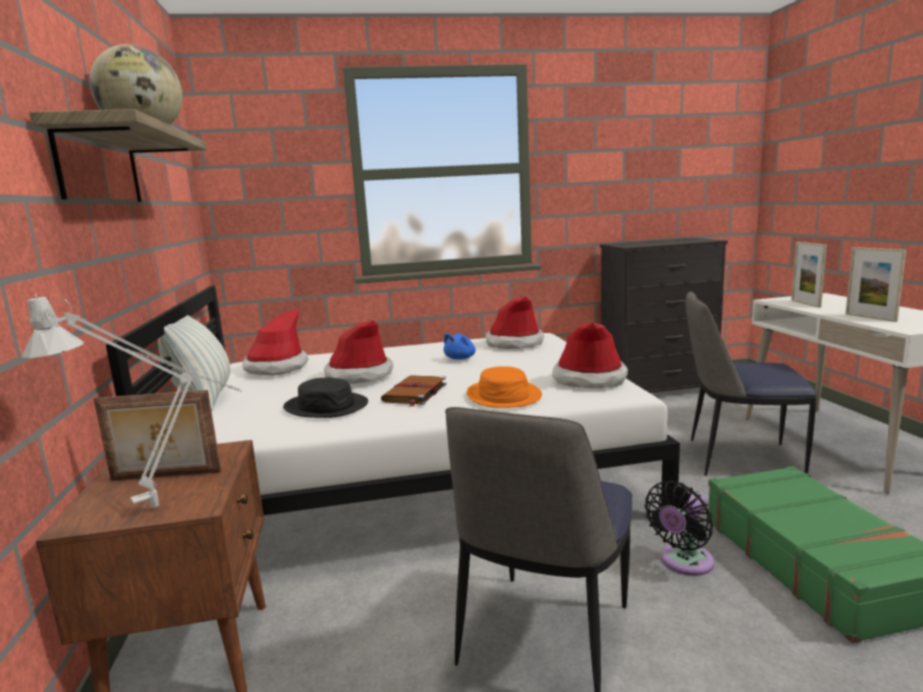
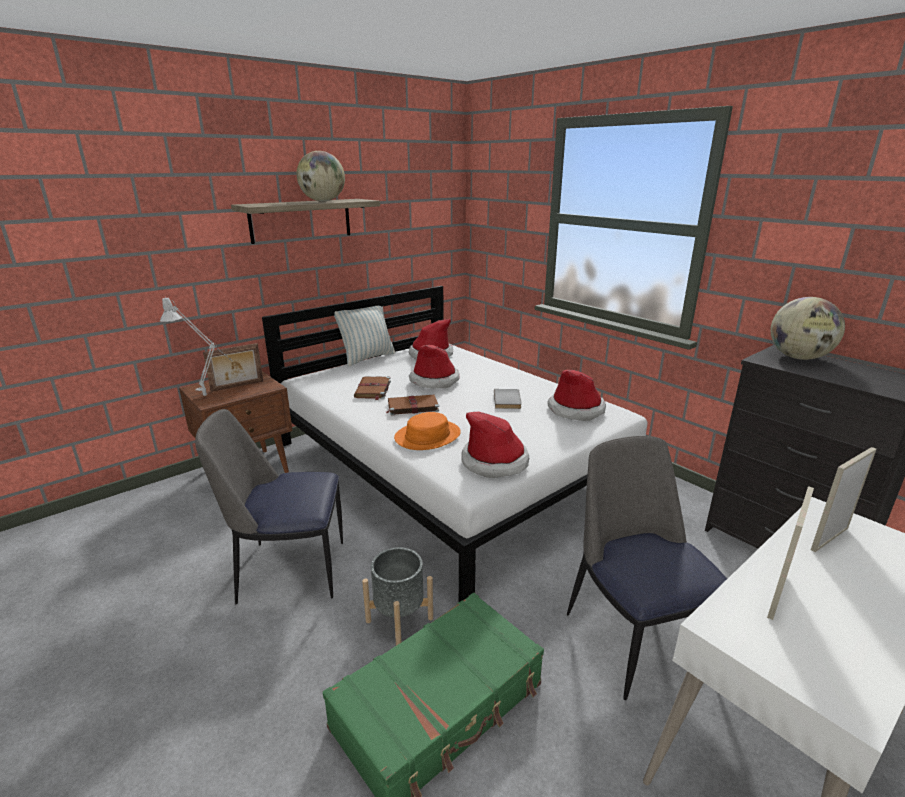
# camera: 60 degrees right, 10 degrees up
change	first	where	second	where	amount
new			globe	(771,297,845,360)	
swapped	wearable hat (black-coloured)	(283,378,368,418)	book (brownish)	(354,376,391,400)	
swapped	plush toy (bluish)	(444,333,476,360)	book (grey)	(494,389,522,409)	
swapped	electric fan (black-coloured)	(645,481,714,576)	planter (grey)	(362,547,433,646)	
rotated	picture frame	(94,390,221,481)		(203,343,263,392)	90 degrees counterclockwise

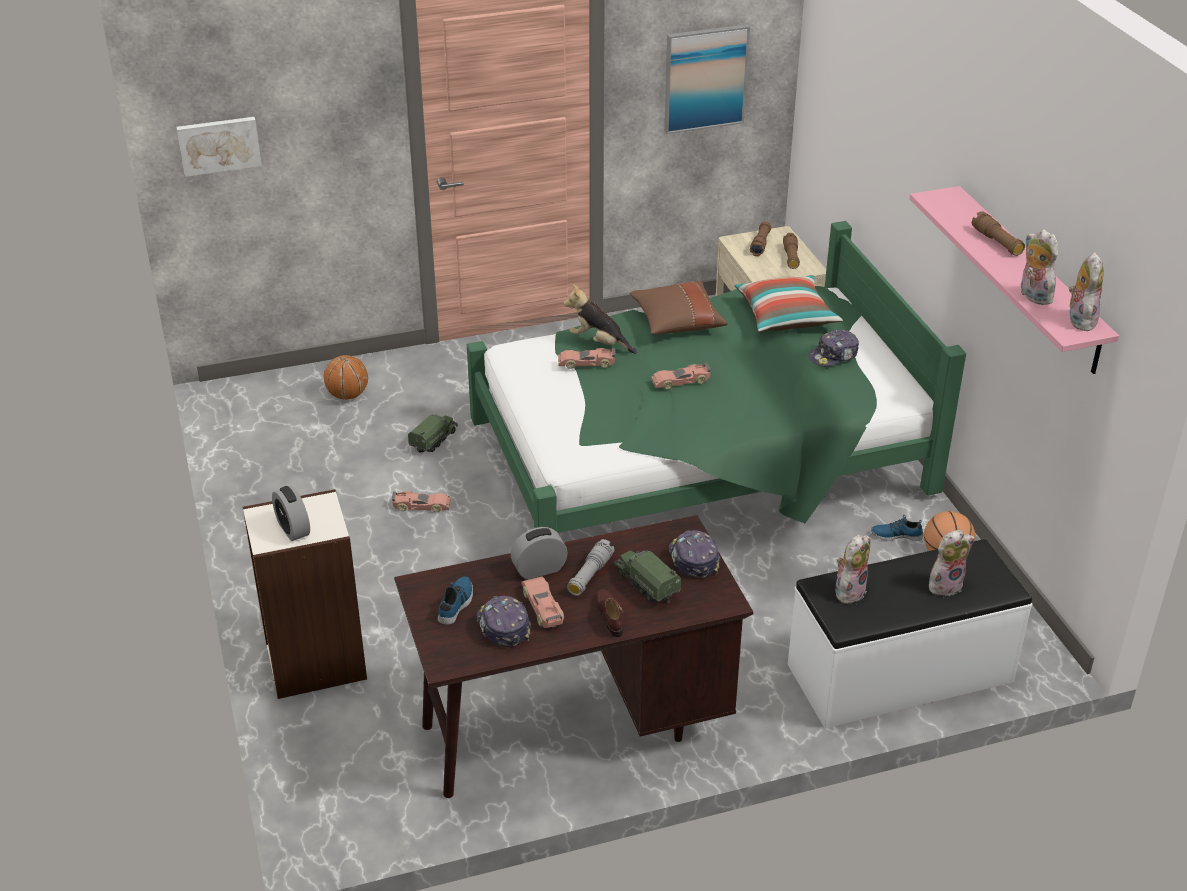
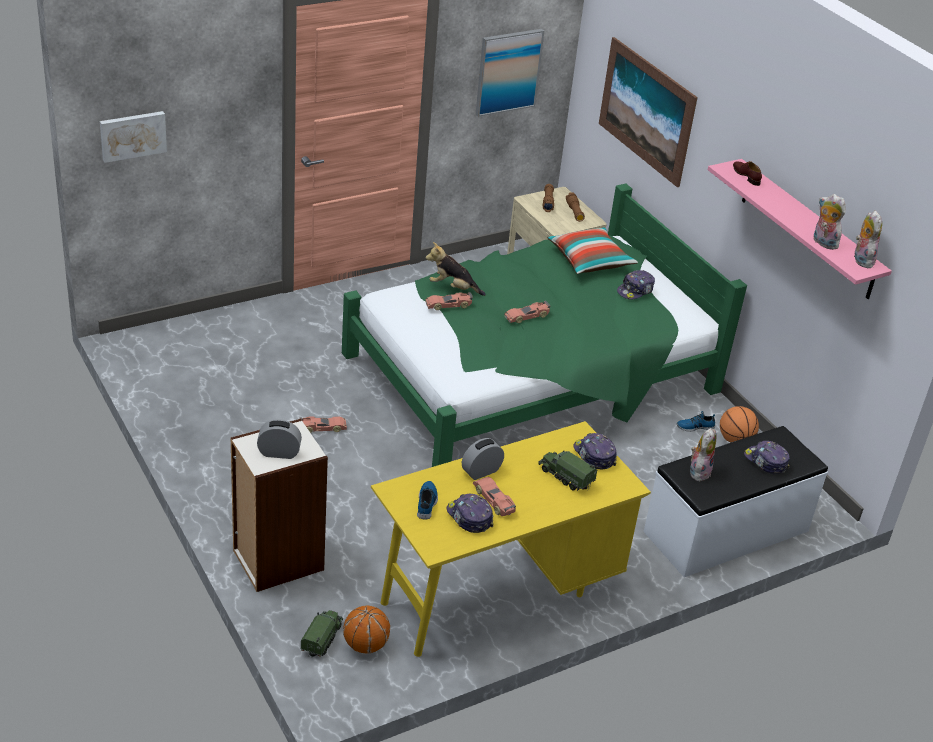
# camera: 15 degrees left, 0 degrees up
change	first	where	second	where	amount
gone	hand torch (grey)	(567,539,615,596)			
gone	pillow (brownish)	(630,281,728,334)			
gone	hand torch (brownish)	(972,211,1025,256)			
new			wall art	(599,37,698,187)	
shifted	basketball ball	(324,355,368,400)		(343,605,390,654)	
shifted	toy truck	(408,414,458,453)		(300,610,343,658)	
shifted	low shoe (brownish)	(597,590,624,637)		(733,161,762,186)	
swapped	plush toy	(929,530,975,596)	baseball cap	(744,441,790,474)	
repainted	desk unit (brownish)	(394,515,753,798)	desk unit (yellow)	(371,421,651,657)	
rotated	table clock	(272,486,310,541)		(257,419,302,459)	135 degrees clockwise

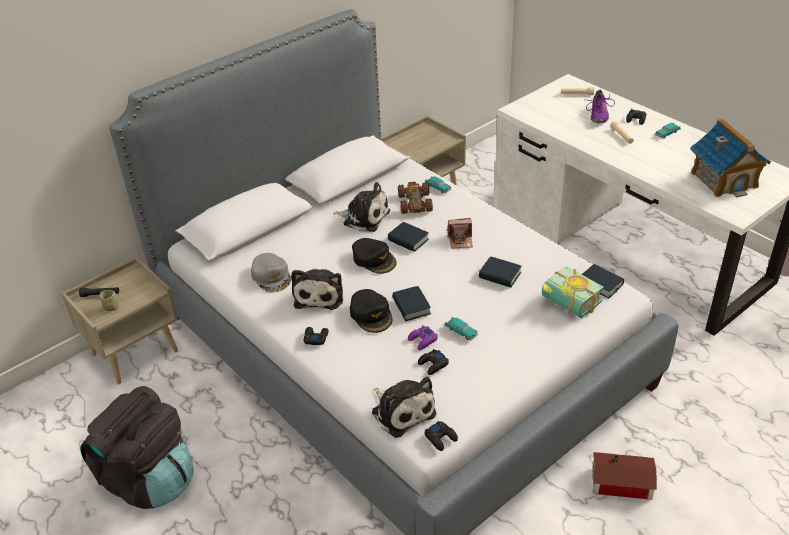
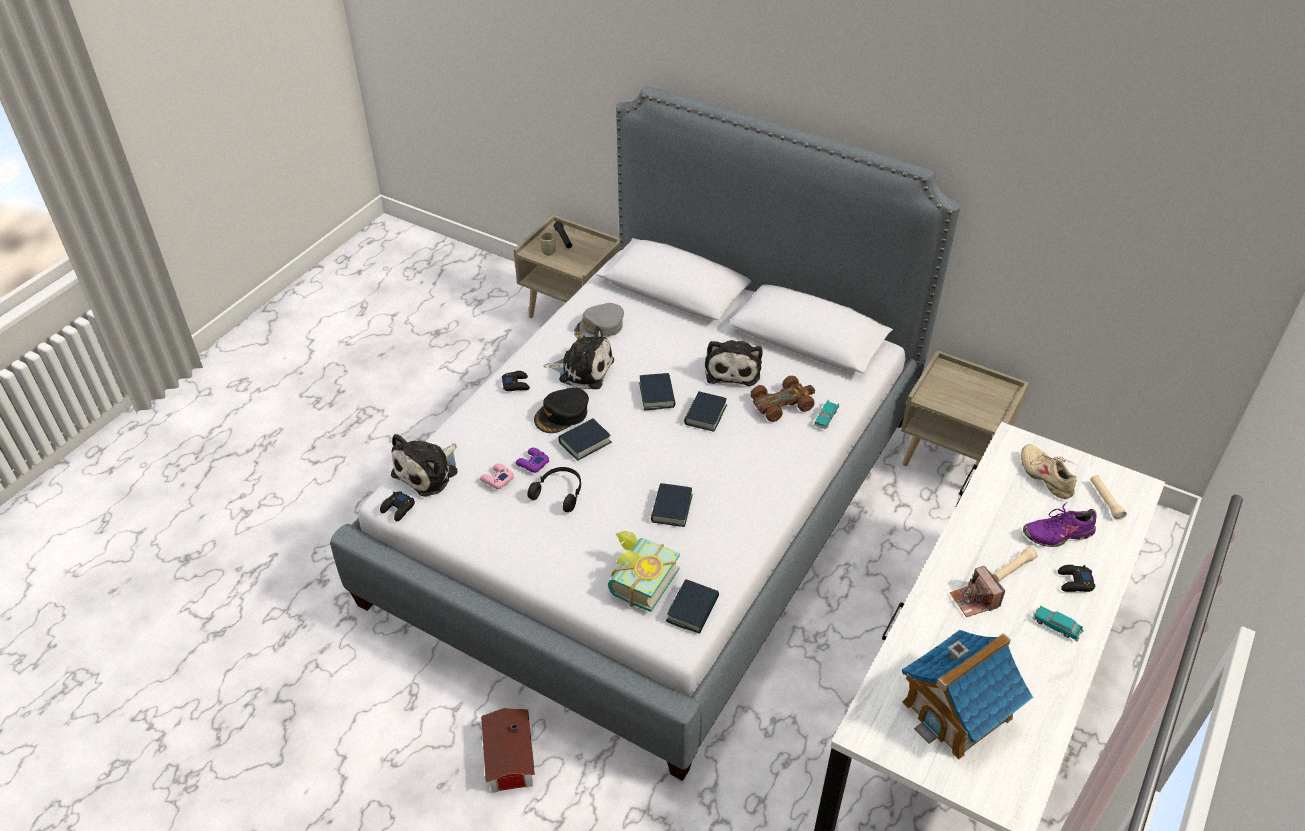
# camera: 70 degrees right, 5 degrees up
change	first	where	second	where	amount
gone	backpack (black-coloured)	(80,386,194,509)			
new			low shoe (sand-coloured)	(1021,444,1078,499)	
shifted	still camera	(447,218,473,249)		(950,566,1005,617)	
swapped	baseball cap (black-coloured)	(352,238,397,274)	book	(639,373,675,410)	
swapped	model car	(444,317,478,340)	pair of headphones (black-coloured)	(527,467,581,512)	
repainted	gamepad (black-coloured)	(418,349,449,375)	gamepad (pink-coloured)	(480,463,514,489)	
rotated	plush toy	(291,269,343,310)		(543,326,614,389)	150 degrees counterclockwise

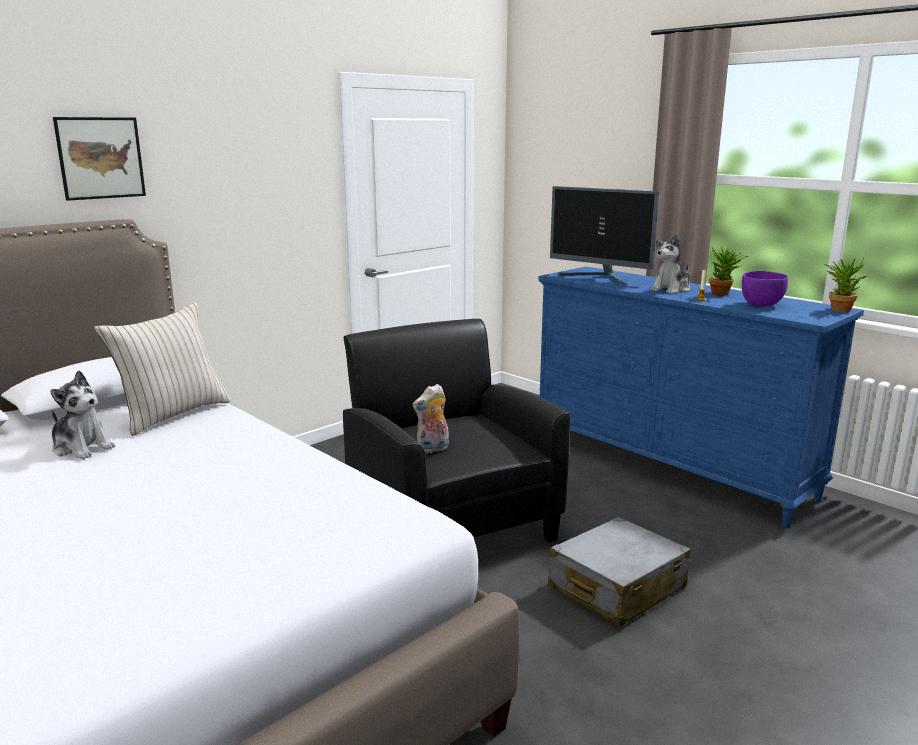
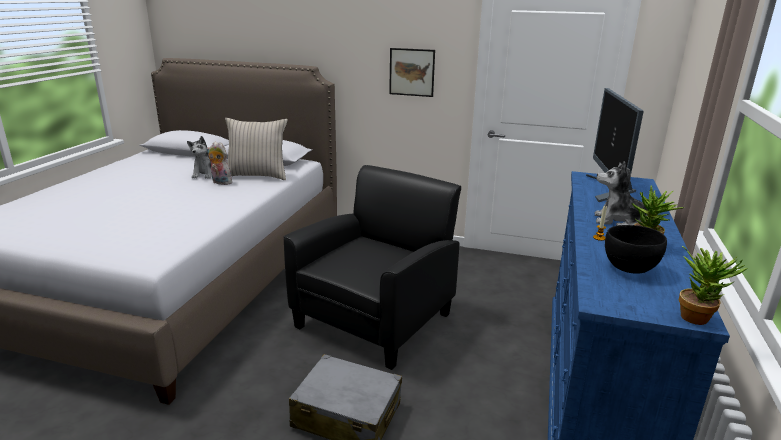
# camera: 60 degrees right, 5 degrees up
change	first	where	second	where	amount
shifted	wall art	(53,117,146,201)		(389,48,435,97)	
shifted	plush toy	(412,384,449,454)		(207,142,232,185)	
repainted	bowl (purple-coloured)	(742,271,788,306)	bowl (black-coloured)	(605,225,667,274)	

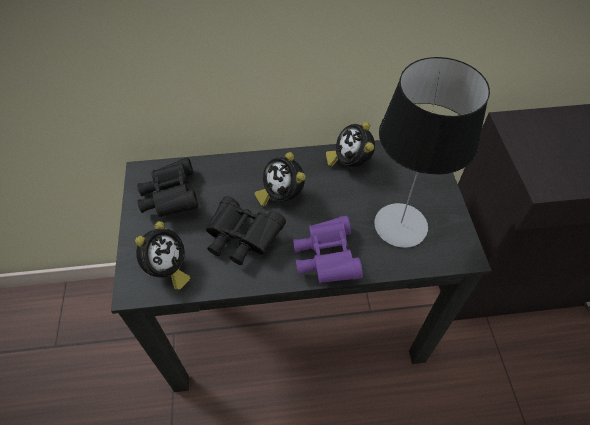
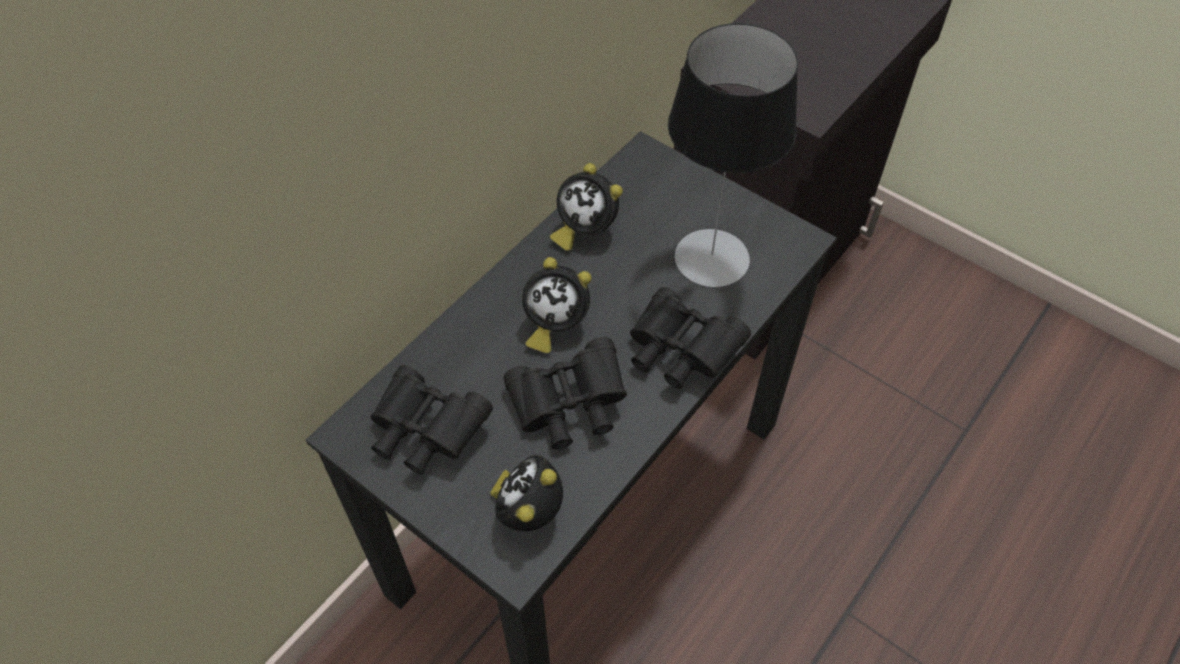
# camera: 45 degrees left, 0 degrees up
change	first	where	second	where	amount
repainted	pair of binoculars (purple-coloured)	(293,216,363,284)	pair of binoculars (black-coloured)	(630,287,751,389)	
rotated	table clock	(135,221,190,290)		(491,455,563,531)	135 degrees counterclockwise

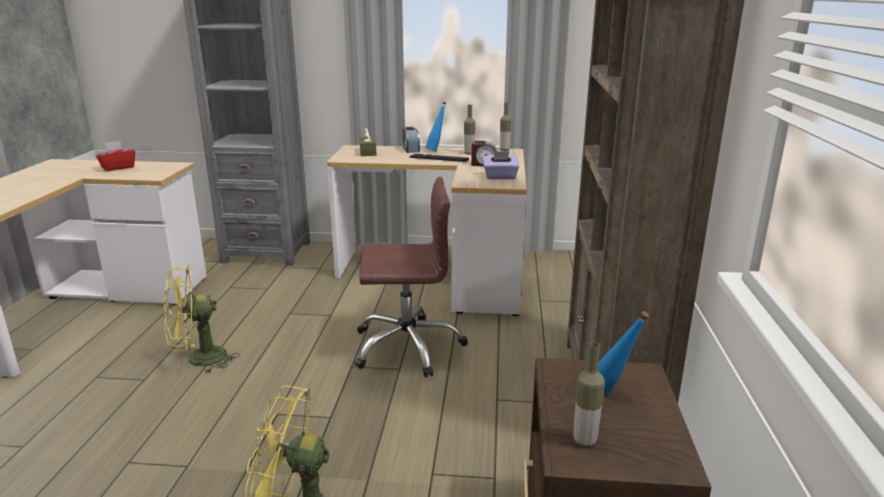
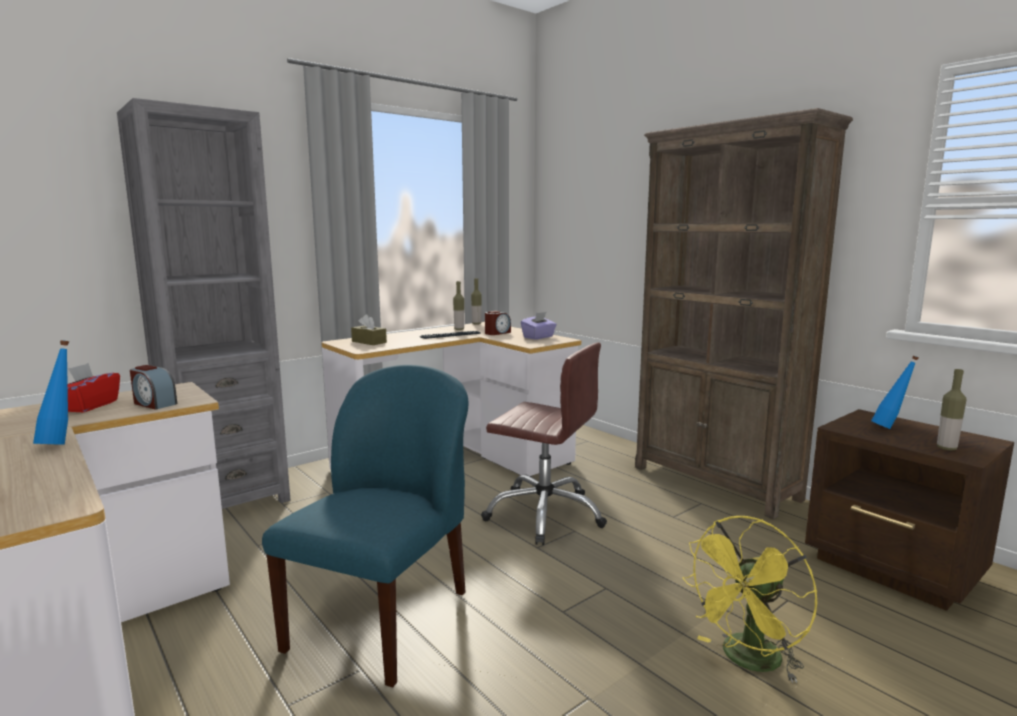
# camera: 45 degrees left, 10 degrees down
change	first	where	second	where	amount
shifted	table clock	(403,127,420,153)		(130,365,177,410)	
shifted	drink bottle (bluish)	(425,102,446,151)		(33,340,69,445)	
swapped	electric fan (yellow)	(164,266,240,374)	chair (bluish)	(262,365,468,687)	
rotated	desk chair (brownish)	(354,177,468,377)		(481,342,607,545)	75 degrees clockwise

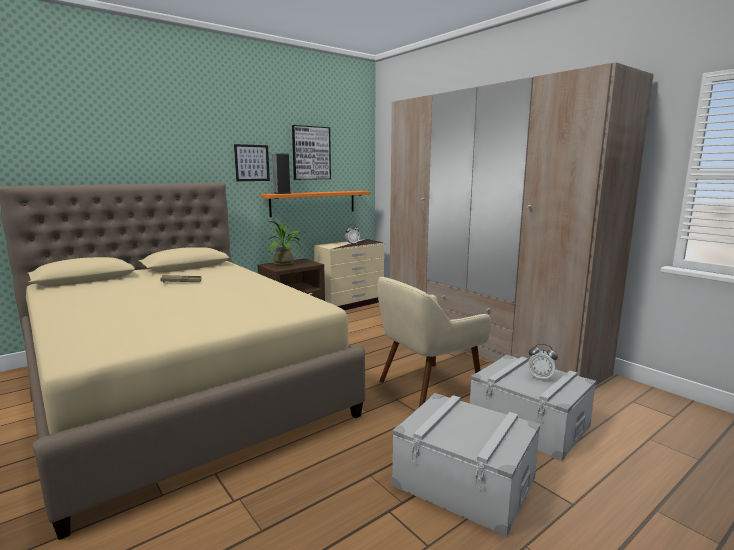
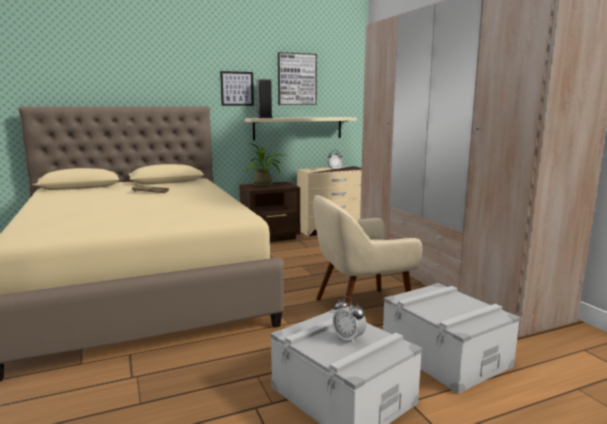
# camera: 15 degrees right, 0 degrees up
change	first	where	second	where	amount
shifted	table clock	(528,344,558,381)		(333,297,366,344)	
repainted	bracket shelf (orange-coloured)	(261,191,371,217)	bracket shelf (sand-coloured)	(245,117,357,140)	

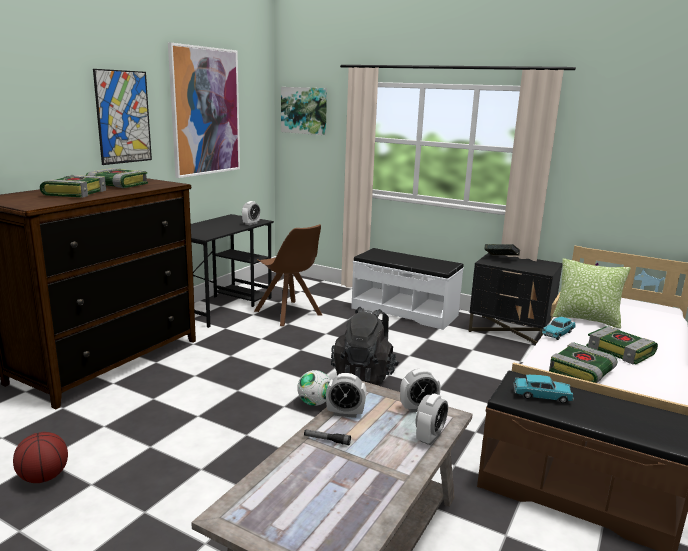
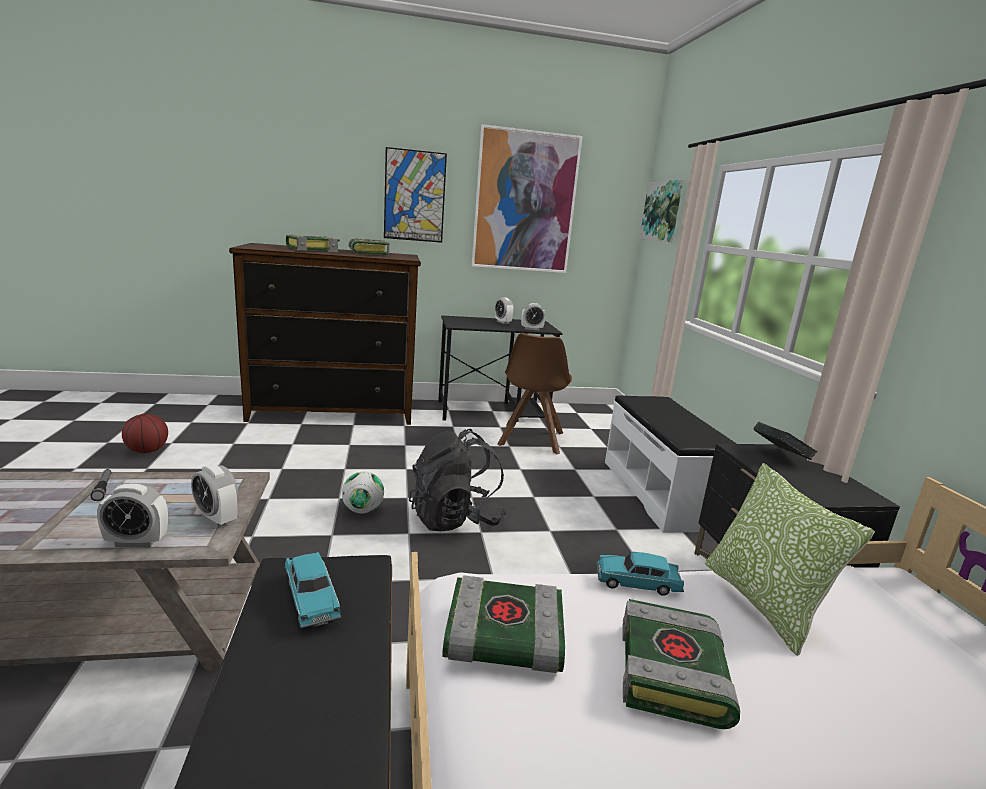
# camera: 50 degrees right, 0 degrees up
change	first	where	second	where	amount
shifted	table clock	(326,373,366,418)		(495,297,514,324)	

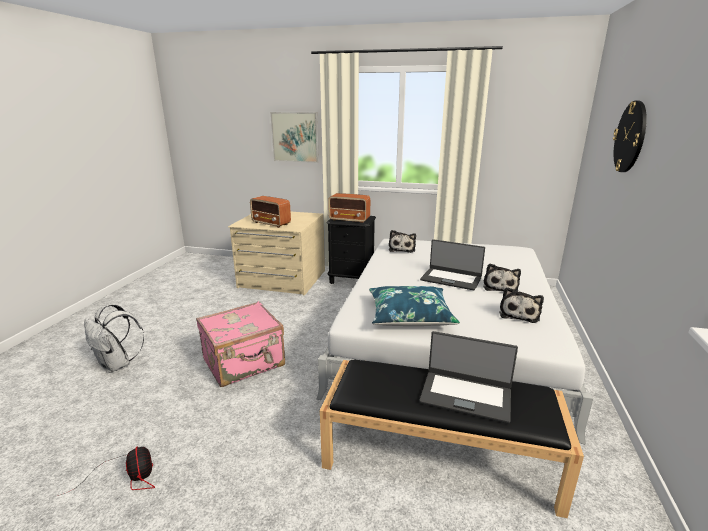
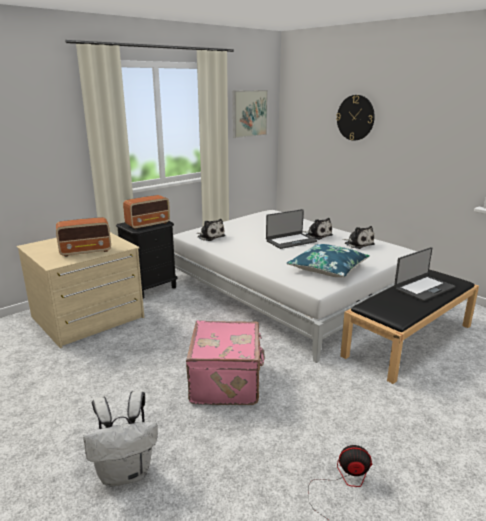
# camera: 55 degrees left, 0 degrees up
change	first	where	second	where	amount
shifted	wall art	(270,112,319,163)		(233,90,268,138)	

